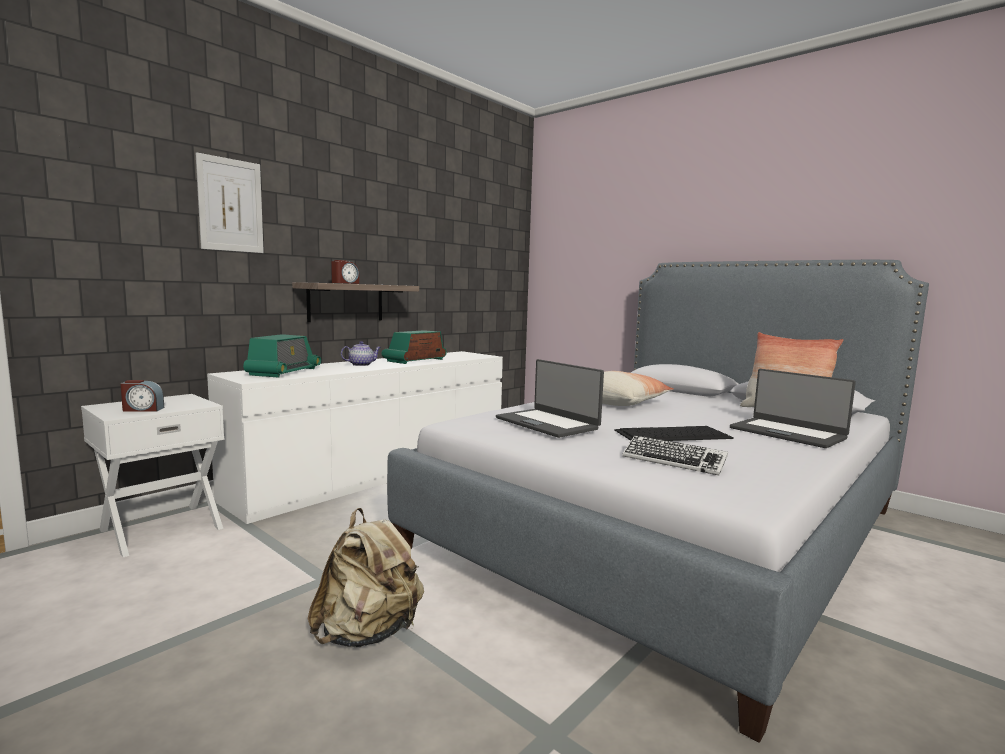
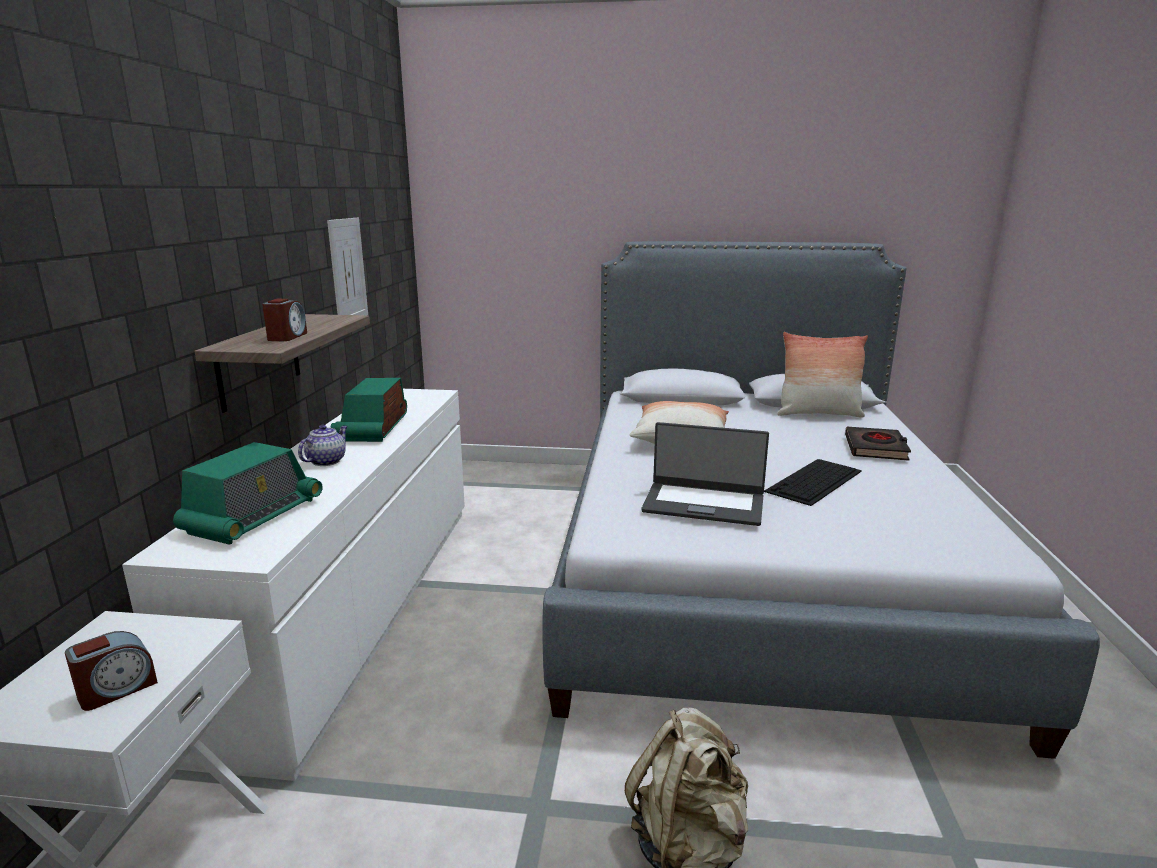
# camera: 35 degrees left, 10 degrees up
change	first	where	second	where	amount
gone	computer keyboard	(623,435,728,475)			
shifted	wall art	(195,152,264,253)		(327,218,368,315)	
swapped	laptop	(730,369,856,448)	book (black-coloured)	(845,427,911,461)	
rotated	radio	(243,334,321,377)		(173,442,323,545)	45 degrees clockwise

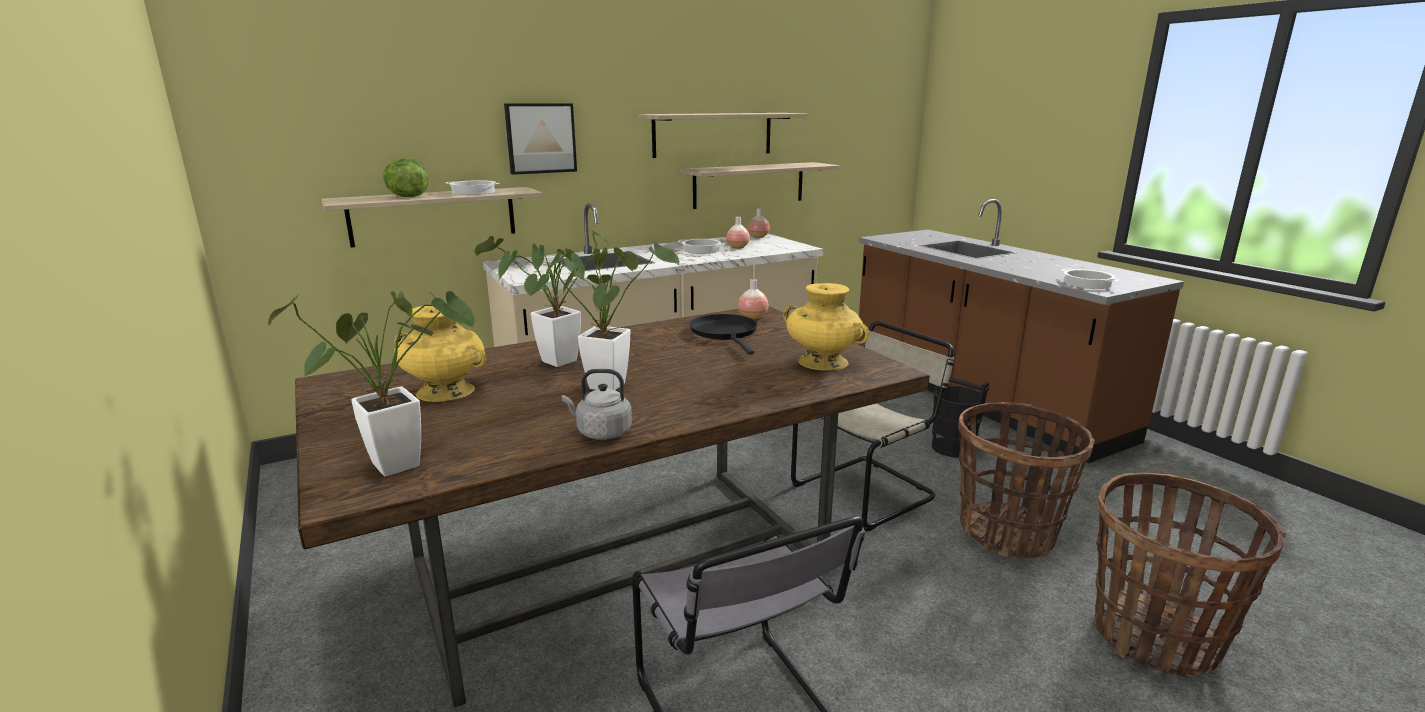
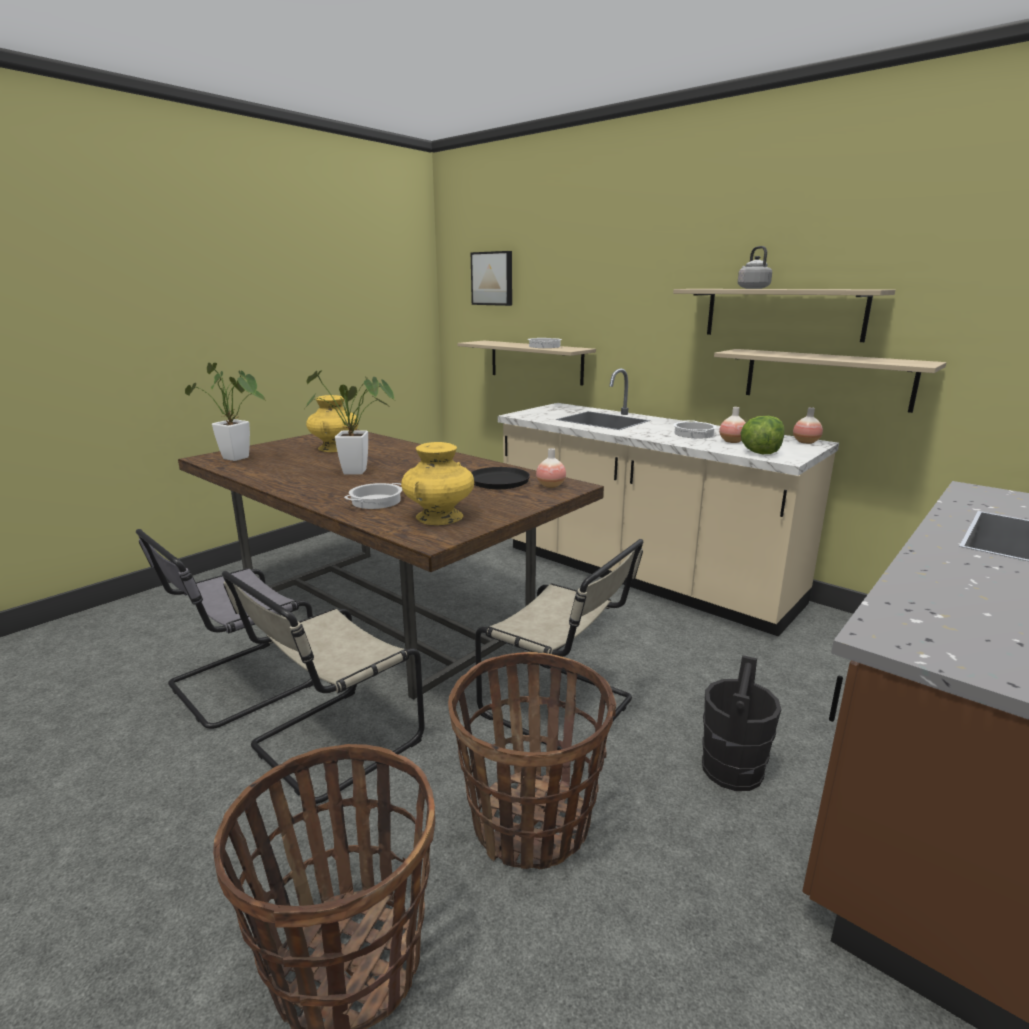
# camera: 70 degrees right, 0 degrees up
change	first	where	second	where	amount
gone	potted plant	(474,228,608,367)			
new			chair (sand-coloured)	(222,571,425,804)	
shifted	head of lettuce	(383,158,428,197)		(741,416,784,454)	
shifted	wall art	(504,103,577,175)		(471,251,512,306)	
shifted	water kettle (grey)	(562,369,632,440)		(738,246,772,289)	
shifted	stockpot	(1062,269,1120,289)		(344,483,402,509)	

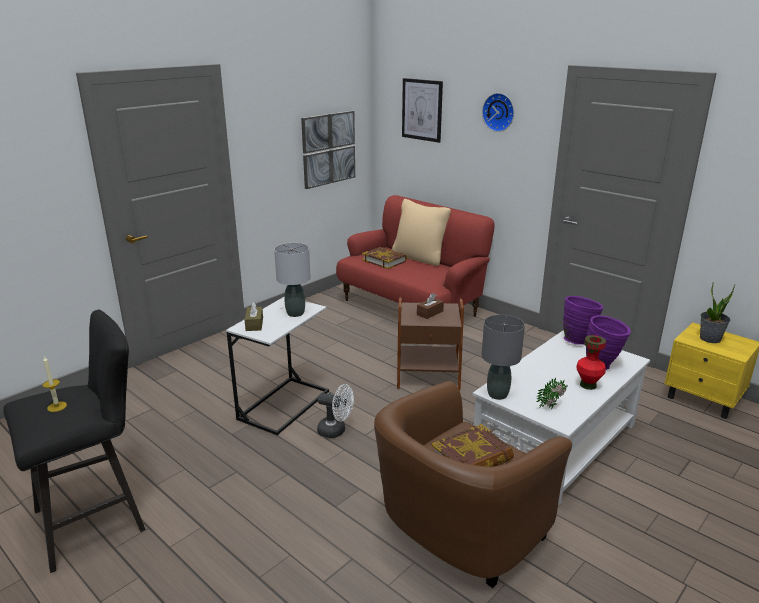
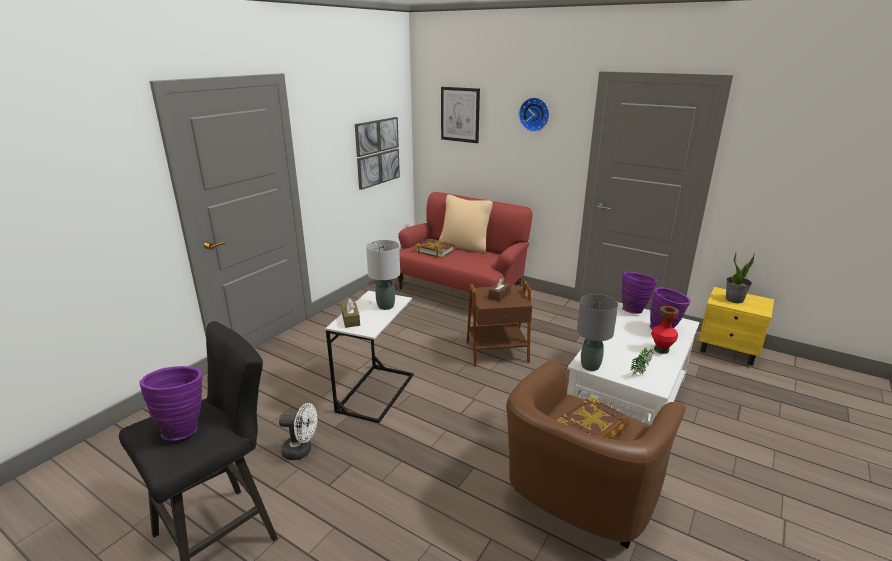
# camera: 10 degrees left, 0 degrees up
change	first	where	second	where	amount
shifted	electric fan (white-coloured)	(317,384,354,438)		(279,403,317,460)	
swapped	candle	(43,356,67,412)	decorative vase (purple-coloured)	(139,366,202,441)	

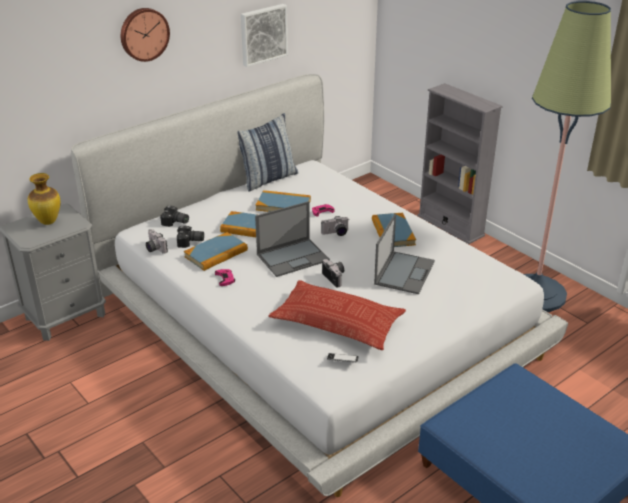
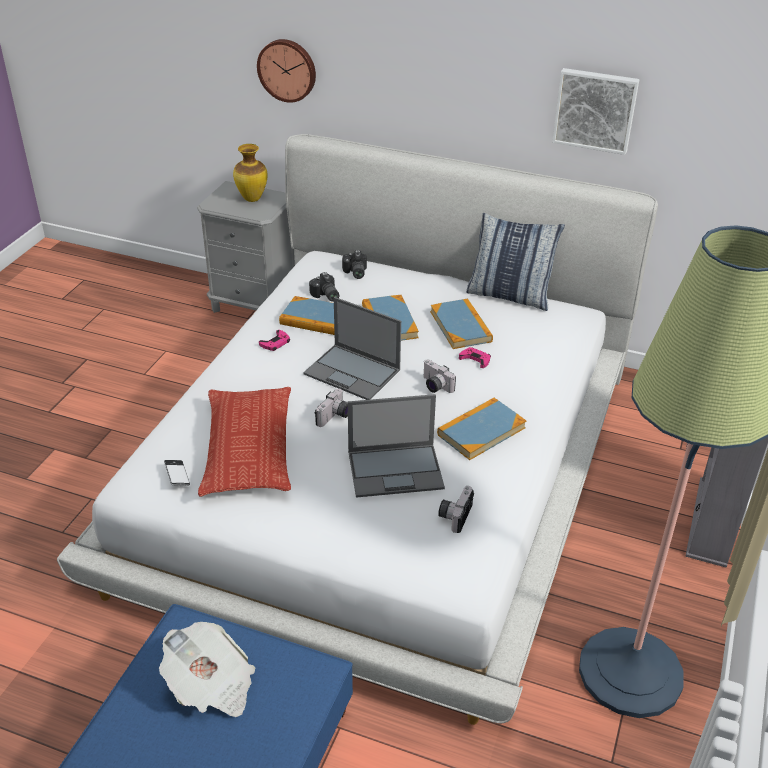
# camera: 60 degrees right, 5 degrees up
change	first	where	second	where	amount
new			newspaper	(159,622,255,717)	
shifted	wall clock	(121,8,170,62)		(257,39,316,103)	
shifted	still camera	(146,229,168,254)		(438,486,474,533)	

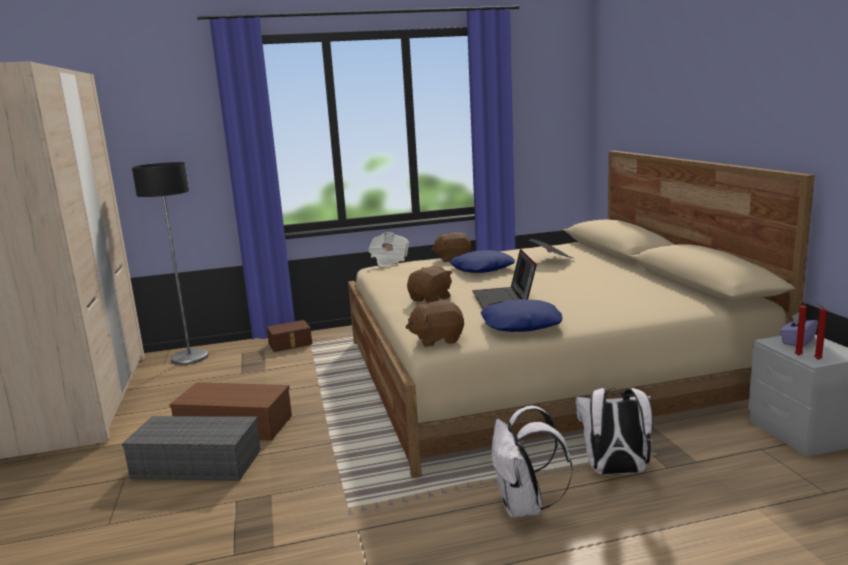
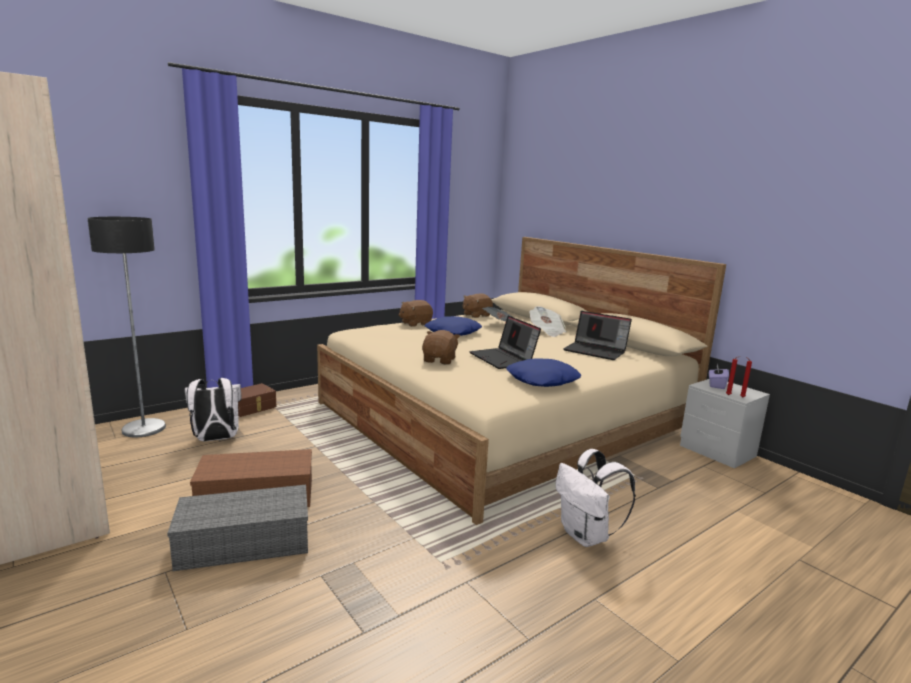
# camera: 25 degrees left, 0 degrees up
change	first	where	second	where	amount
new			laptop	(563,311,632,360)	
shifted	newspaper	(368,232,409,266)		(529,306,567,337)	
shifted	plush toy (brownish)	(406,300,464,347)		(463,294,493,318)	
shifted	backpack (white-coloured)	(575,388,653,475)		(185,378,242,441)	

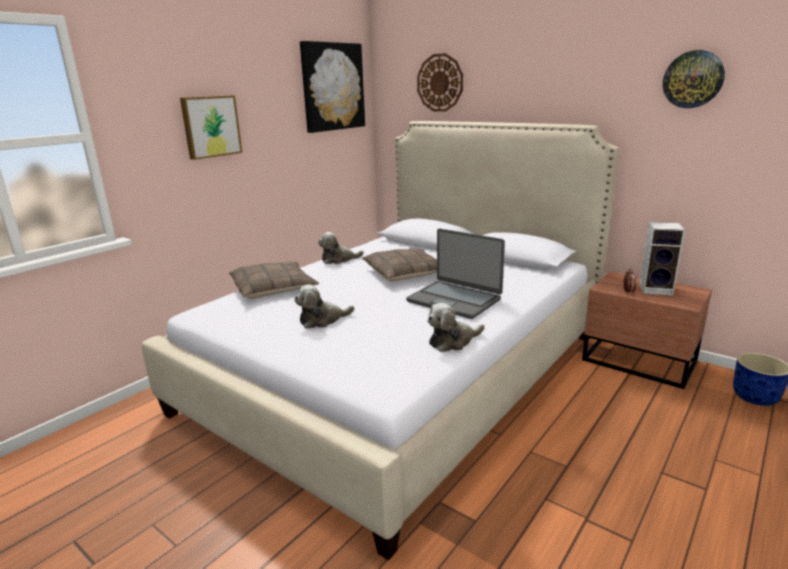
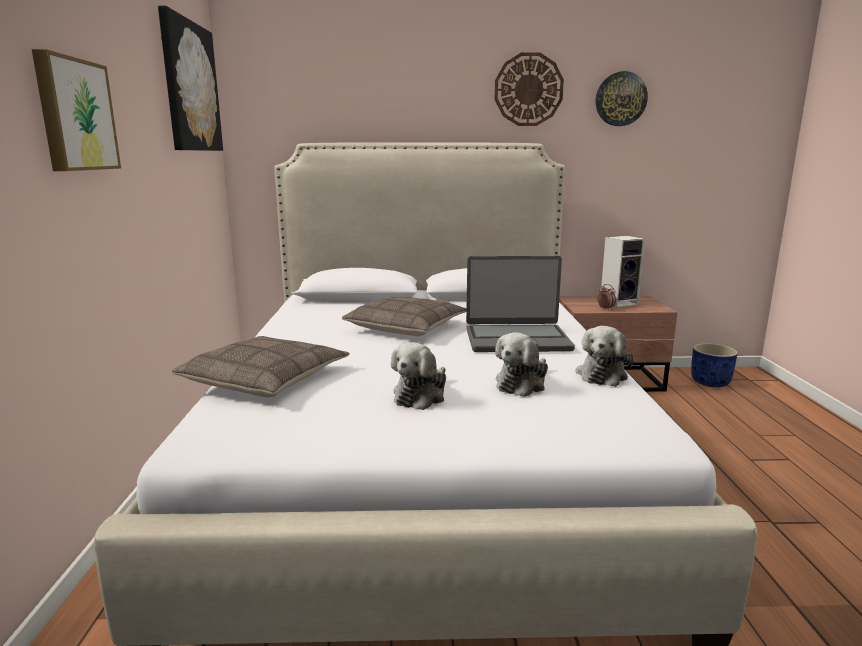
# camera: 40 degrees left, 5 degrees down
change	first	where	second	where	amount
shifted	plush toy	(318,232,364,264)		(495,332,548,397)	
shifted	wall clock	(417,53,463,112)		(494,52,564,126)	

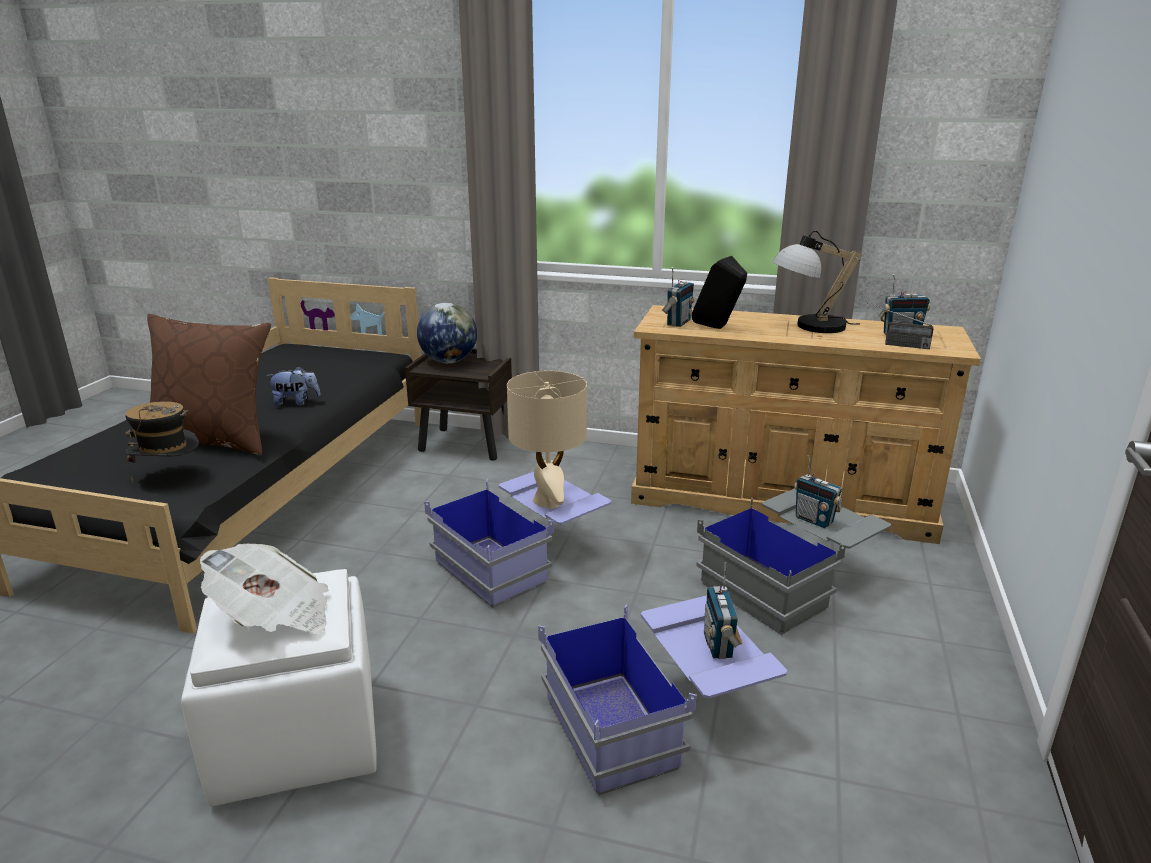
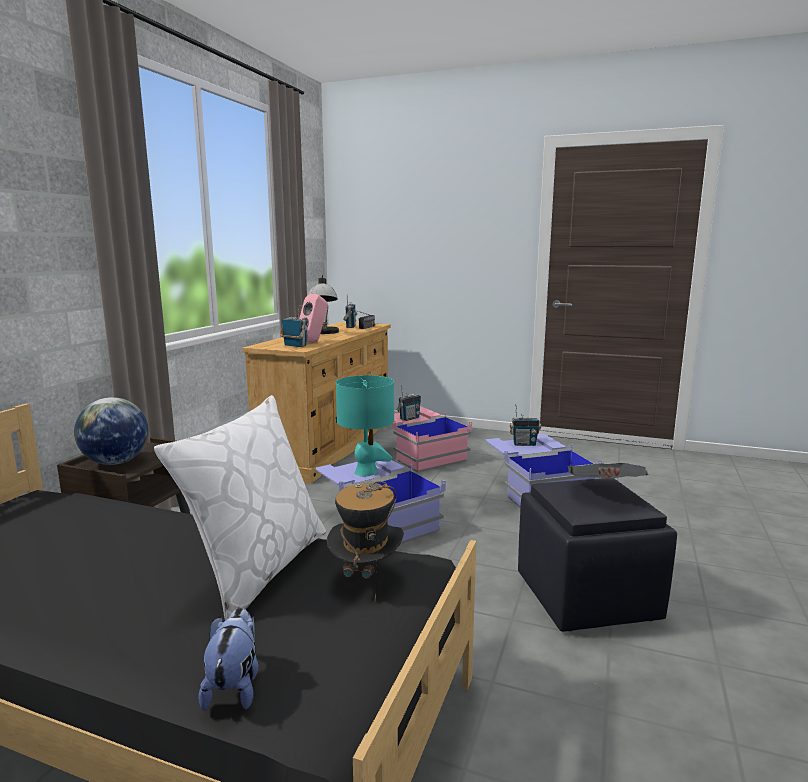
# camera: 85 degrees left, 10 degrees down
change	first	where	second	where	amount
shifted	plush toy	(266,366,321,406)		(198,608,258,710)	
repainted	pillow (brownish)	(147,314,271,455)	pillow (white-coloured)	(154,395,326,621)	
repainted	pouffe (white-coloured)	(181,569,377,807)	pouffe (black-coloured)	(518,478,677,632)	
repainted	tabletop lamp (sand-coloured)	(507,371,587,509)	tabletop lamp (turquoise)	(336,375,394,477)	
repainted	speaker (black-coloured)	(691,256,747,329)	speaker (pink-coloured)	(299,294,328,342)	
repainted	storage box (grey)	(696,488,891,635)	storage box (pink-coloured)	(391,406,472,473)	

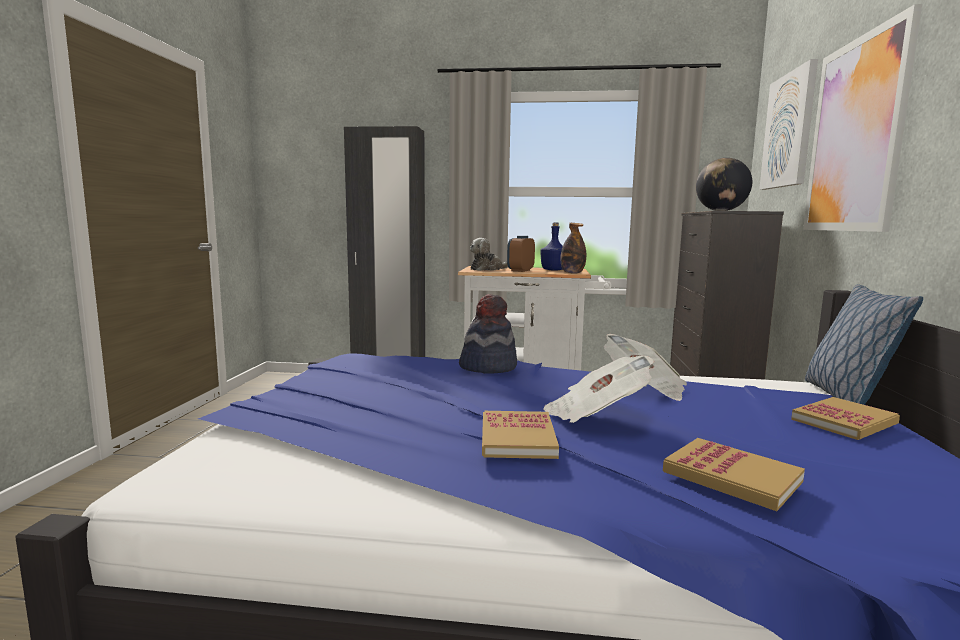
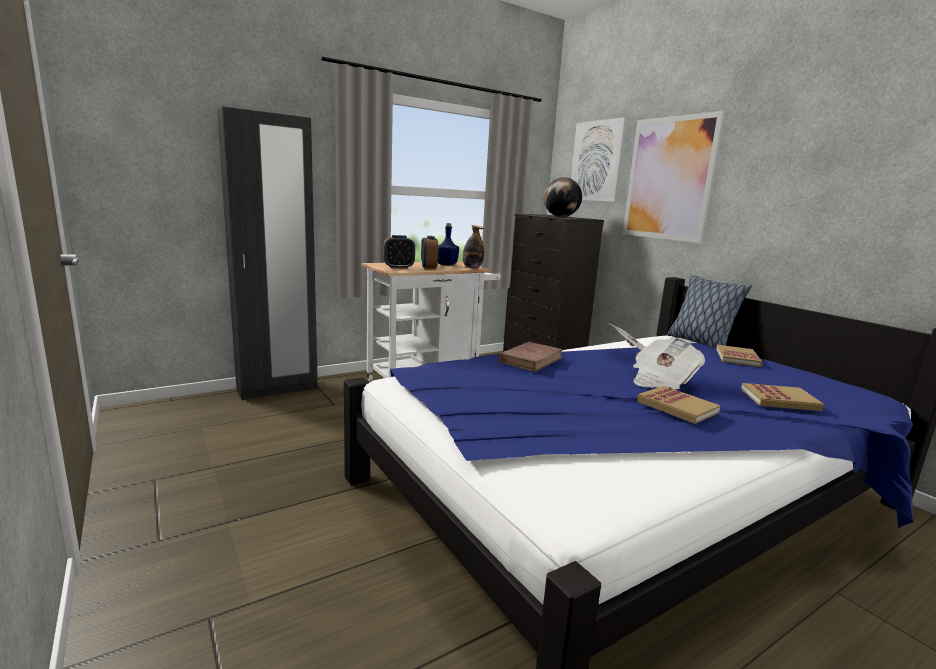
# camera: 40 degrees left, 5 degrees up
change	first	where	second	where	amount
swapped	wearable hat	(459,294,517,374)	book (brownish)	(498,342,564,372)	
swapped	plush toy	(470,238,508,271)	table clock	(383,235,415,269)	

